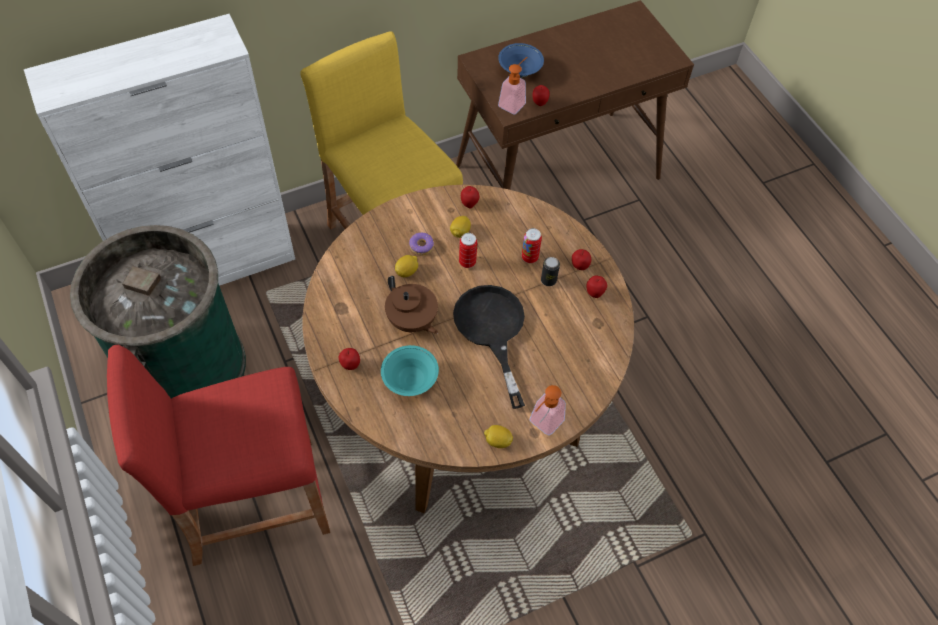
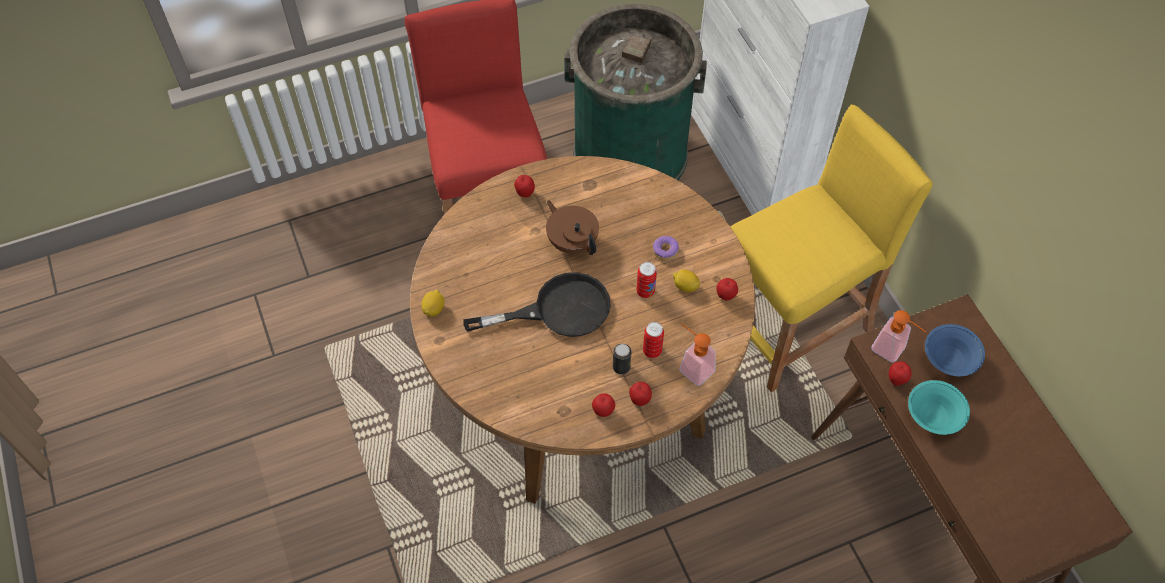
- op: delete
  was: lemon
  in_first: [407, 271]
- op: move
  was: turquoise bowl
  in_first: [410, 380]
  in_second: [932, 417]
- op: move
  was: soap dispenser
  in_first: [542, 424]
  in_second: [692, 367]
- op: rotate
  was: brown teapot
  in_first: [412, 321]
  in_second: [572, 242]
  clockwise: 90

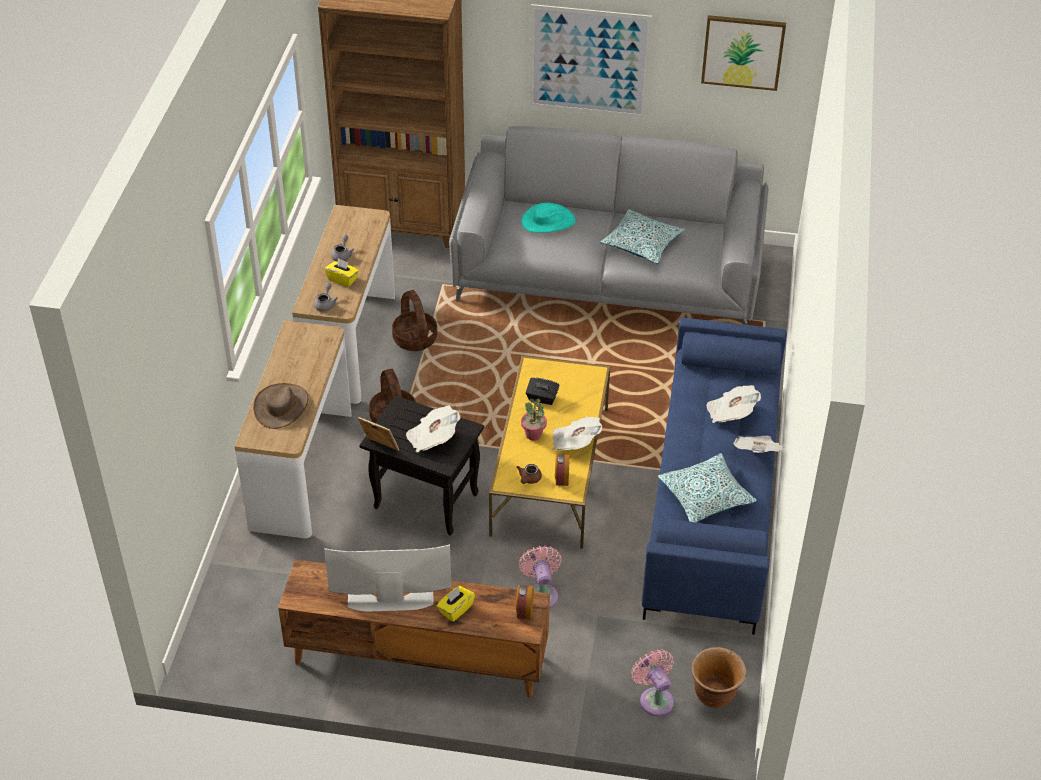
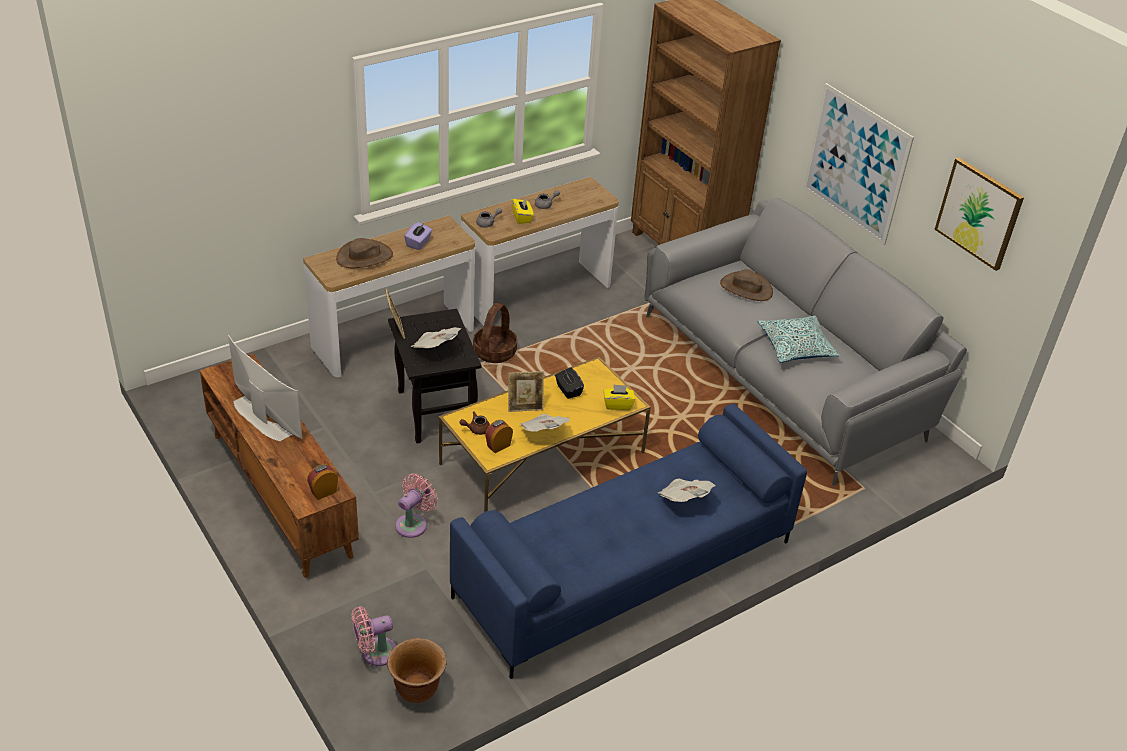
- op: delete
  was: basket
  in_first: [414, 338]
- op: delete
  was: pillow
  in_first: [705, 496]
- op: delete
  was: newspaper
  in_first: [757, 453]
- op: insert
  now: purple tissue box
  in_second: [418, 243]
- op: move
  was: yellow tissue box
  in_first: [455, 609]
  in_second: [618, 404]
- op: replace
  was: potted plant
  now: picture frame
  in_first: [533, 435]
  in_second: [525, 406]
- op: recolor
  was: turquoise hat
  now: brown hat
  in_first: [548, 221]
  in_second: [746, 288]
- op: rotate
  was: pink fan
  in_first: [654, 698]
  in_second: [375, 653]
  clockwise: -135

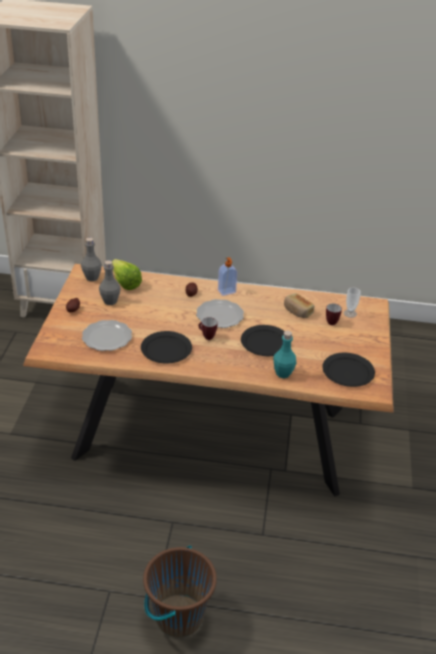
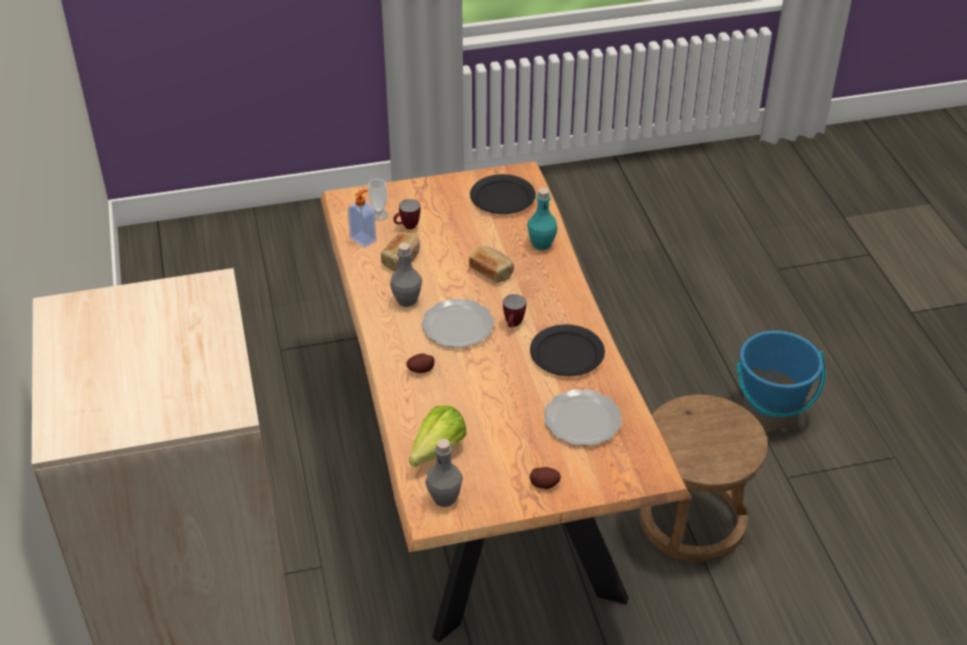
- op: insert
  now: brown stool
  in_second: [693, 520]
- op: move
  was: grey bottle
  in_first: [110, 301]
  in_second: [407, 300]
- op: move
  was: soap dispenser
  in_first: [227, 292]
  in_second: [364, 239]
- op: replace
  was: black plate
  now: bread
  in_first: [265, 343]
  in_second: [491, 271]
- op: recolor
  was: brown bucket
  now: blue bucket
  in_first: [178, 616]
  in_second: [770, 411]

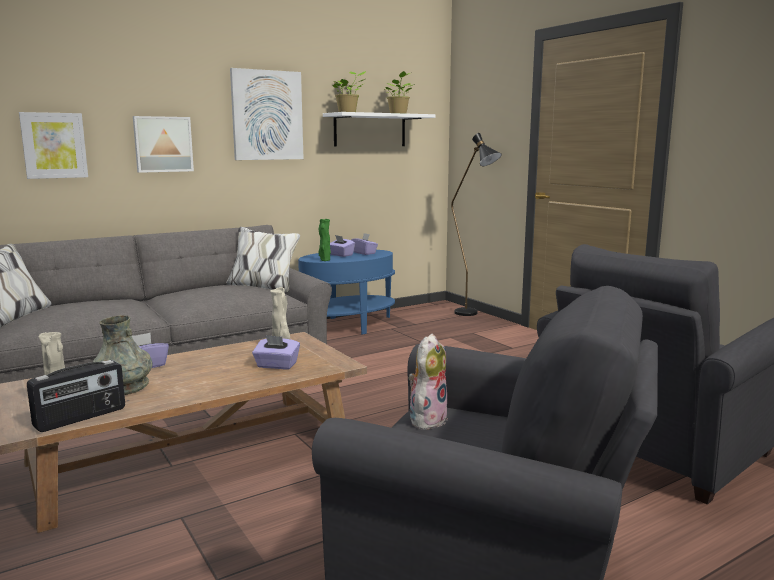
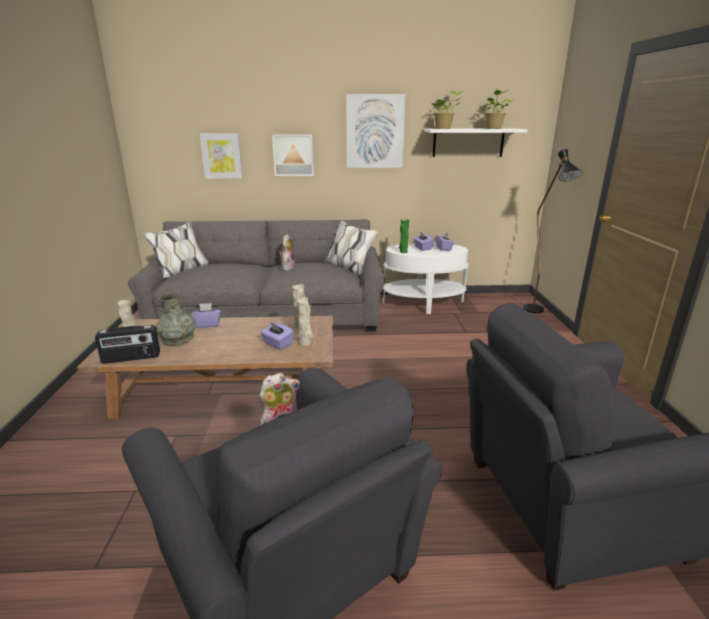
- op: insert
  now: plush toy
  in_second: [287, 268]
- op: insert
  now: beige vase
  in_second: [305, 343]
- op: recolor
  was: blue side table
  now: white side table
  in_first: [347, 326]
  in_second: [423, 303]

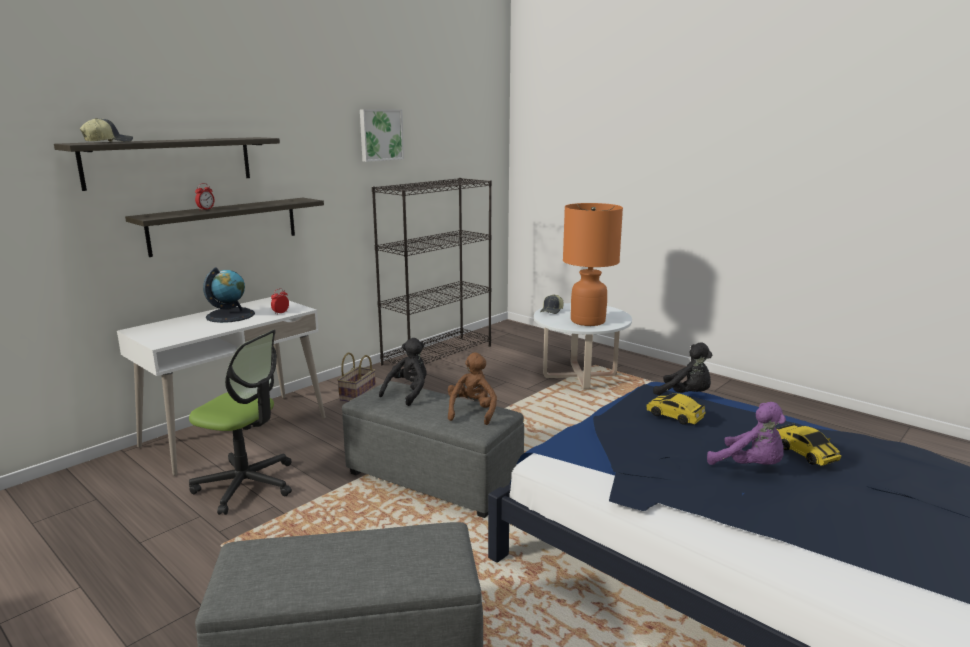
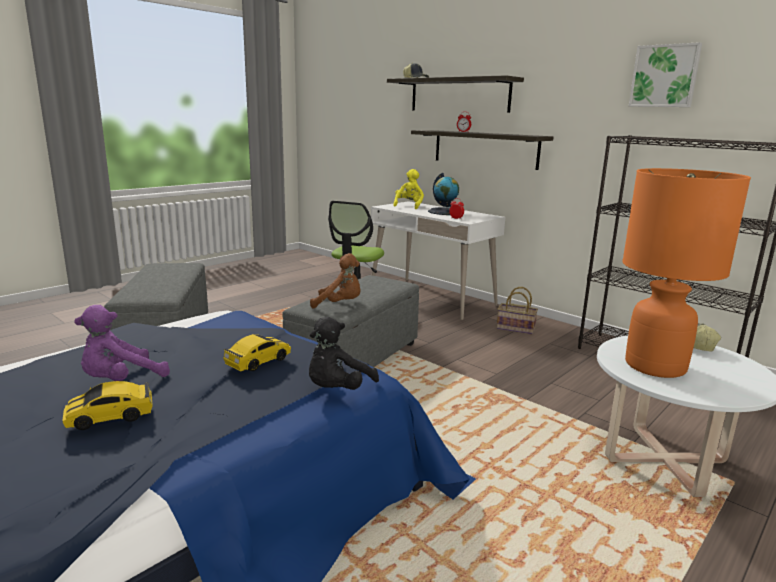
- op: delete
  was: black plush toy
  in_first: [408, 393]
- op: insert
  now: yellow plush toy
  in_second: [409, 206]

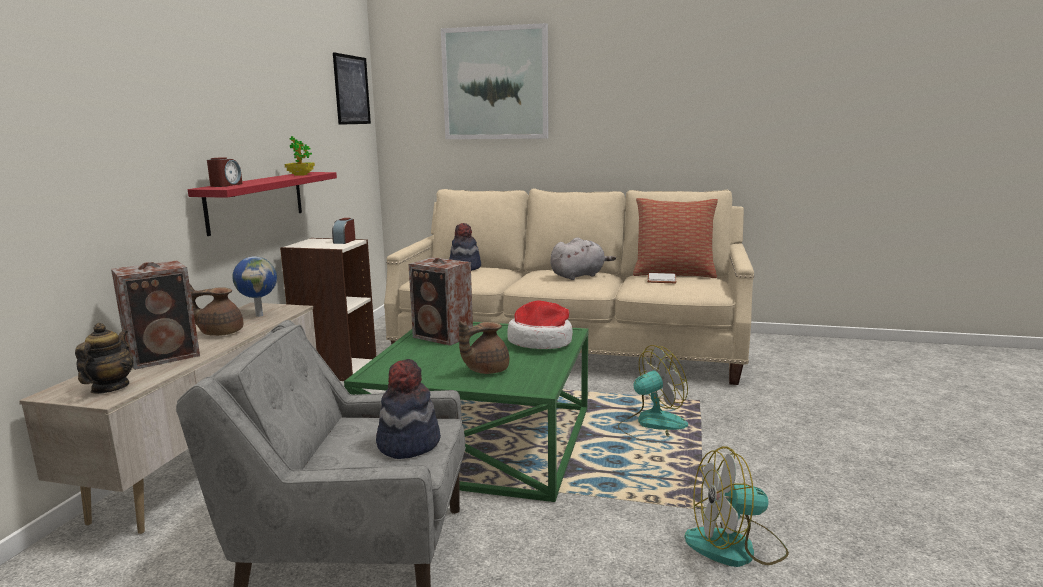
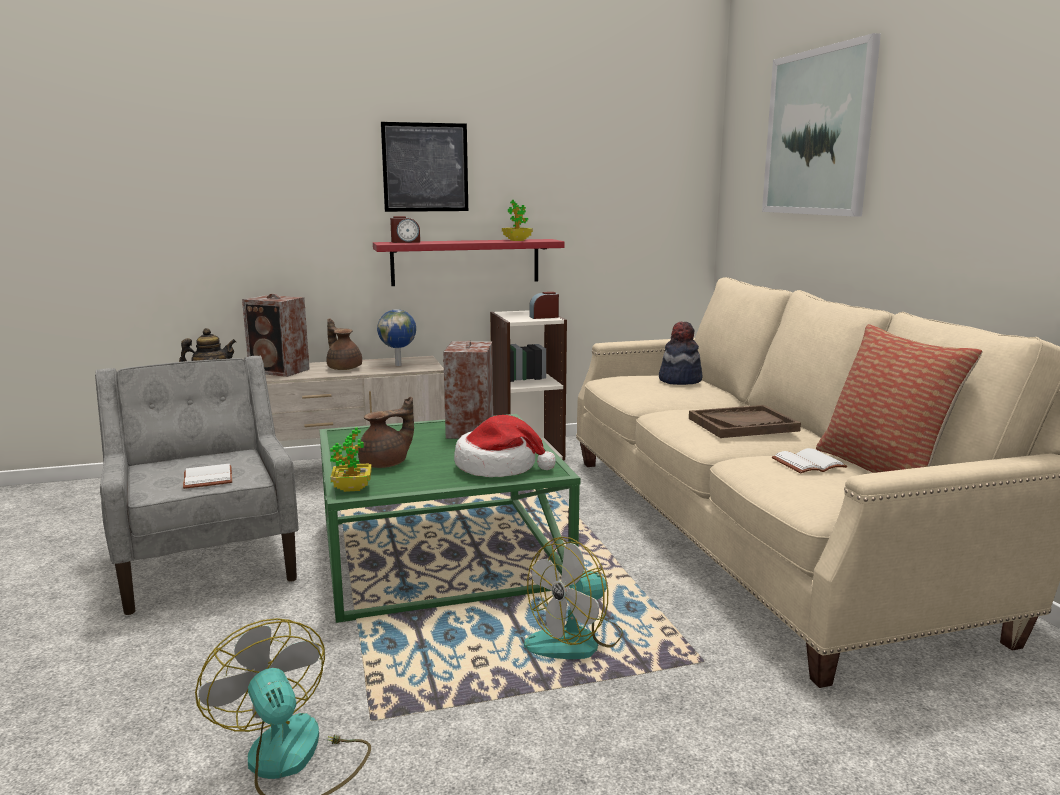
- op: insert
  now: potted plant
  in_second: [352, 488]
- op: move
  was: picture
  in_first: [351, 90]
  in_second: [425, 167]
- op: replace
  was: hat
  now: white book
  in_first: [408, 443]
  in_second: [206, 478]
- op: replace
  was: grey plush toy
  now: brown tray
  in_first: [579, 276]
  in_second: [743, 424]
- op: rotate
  was: brown teapot
  in_first: [485, 370]
  in_second: [386, 464]
  clockwise: 120
- op: rotate
  was: fan
  in_first: [651, 425]
  in_second: [576, 640]
  clockwise: 105

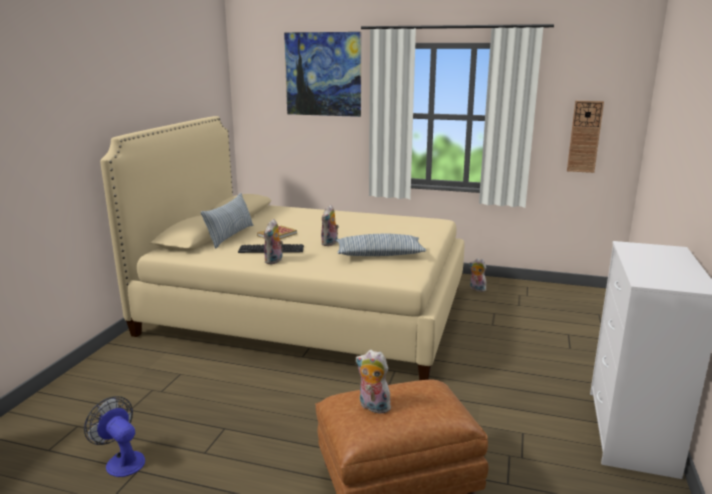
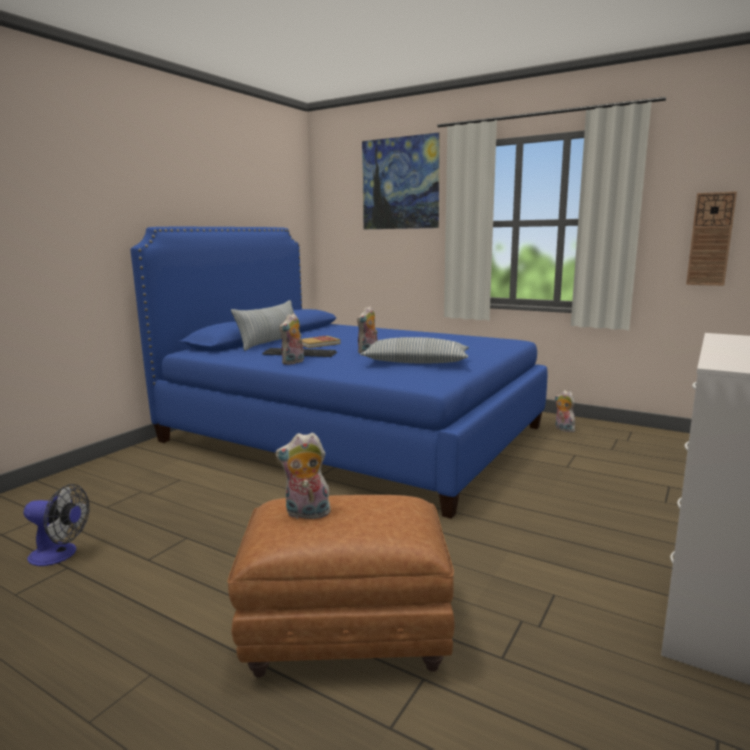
- op: recolor
  was: beige bed
  now: blue bed
  in_first: [307, 310]
  in_second: [351, 434]
- op: rotate
  was: fan
  in_first: [121, 460]
  in_second: [60, 555]
  clockwise: 135
- op: rotate
  was: plush toy
  in_first: [372, 407]
  in_second: [306, 514]
  clockwise: -45

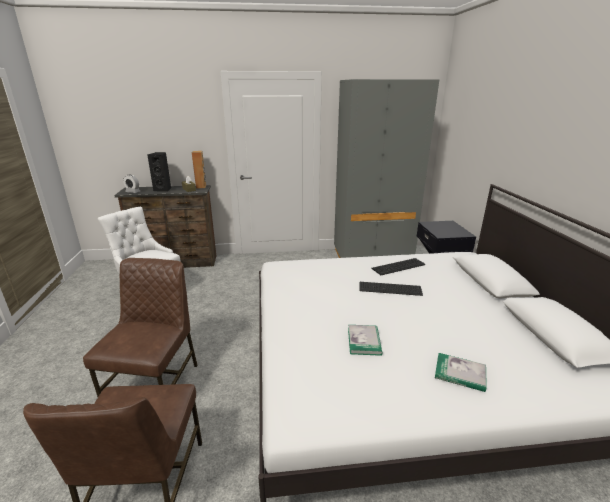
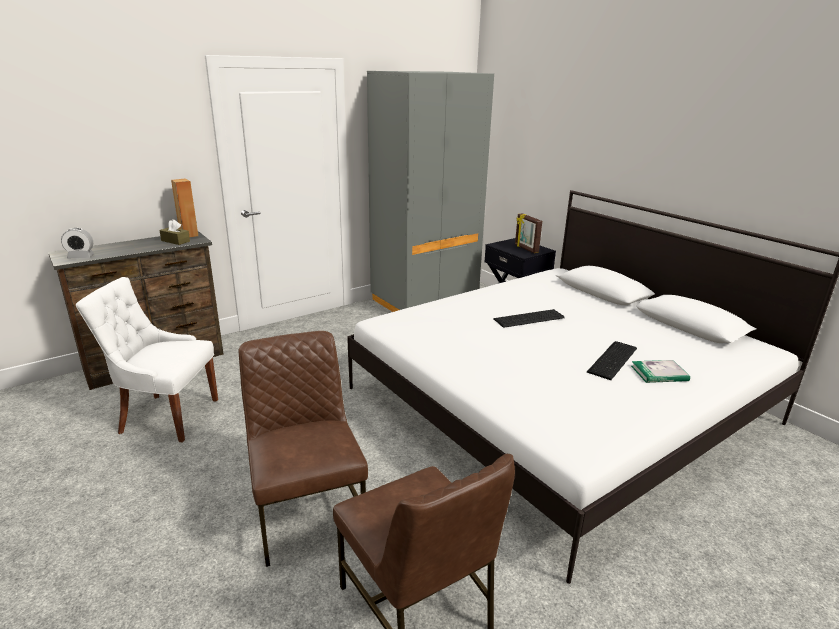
- op: delete
  was: black speaker
  in_first: [163, 189]
- op: delete
  was: book
  in_first: [364, 341]
- op: insert
  now: picture frame
  in_second: [526, 249]
- op: move
  was: keyboard
  in_first: [399, 267]
  in_second: [614, 360]

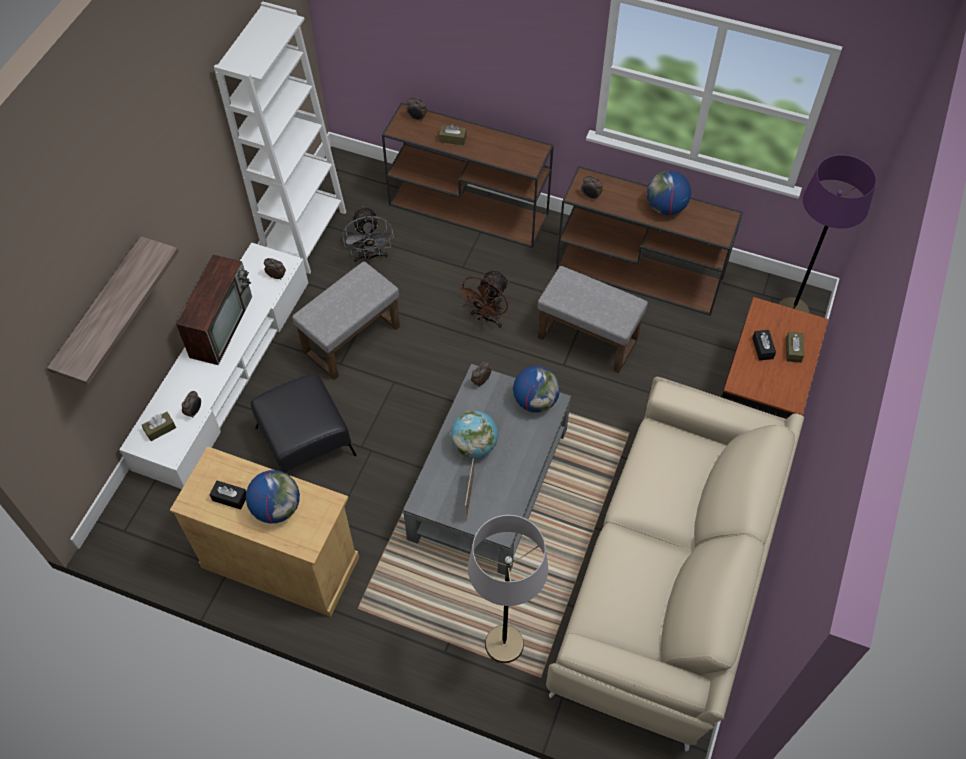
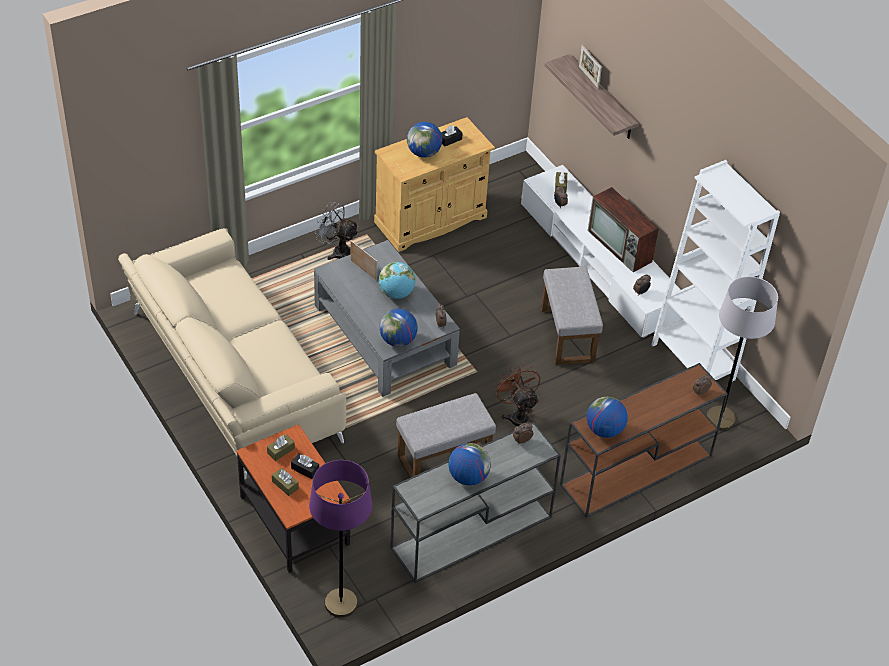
- op: delete
  was: black ottoman
  in_first: [305, 440]
- op: insert
  now: picture frame
  in_second: [588, 77]
- op: insert
  now: globe
  in_second: [604, 430]
- op: move
  was: grey fan
  in_first: [370, 256]
  in_second: [337, 251]
- op: move
  was: brown tissue box
  in_first: [452, 139]
  in_second: [281, 451]
- op: move
  was: grey floor lamp
  in_first: [504, 644]
  in_second: [720, 419]
- op: recolor
  was: brown console table
  now: grey console table
  in_first: [640, 274]
  in_second: [470, 533]

